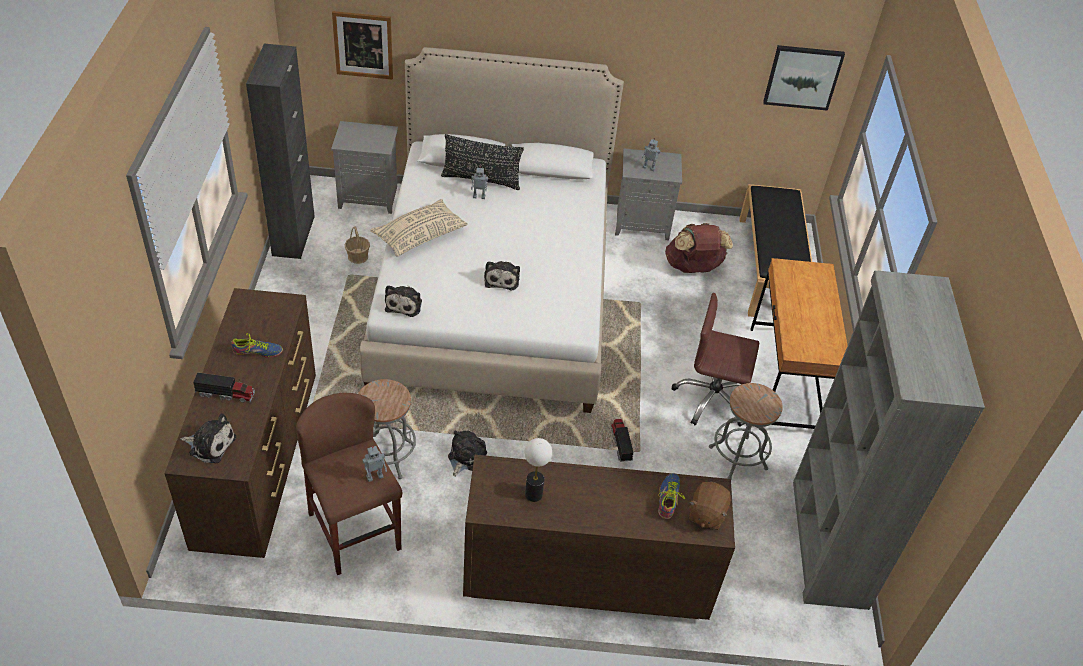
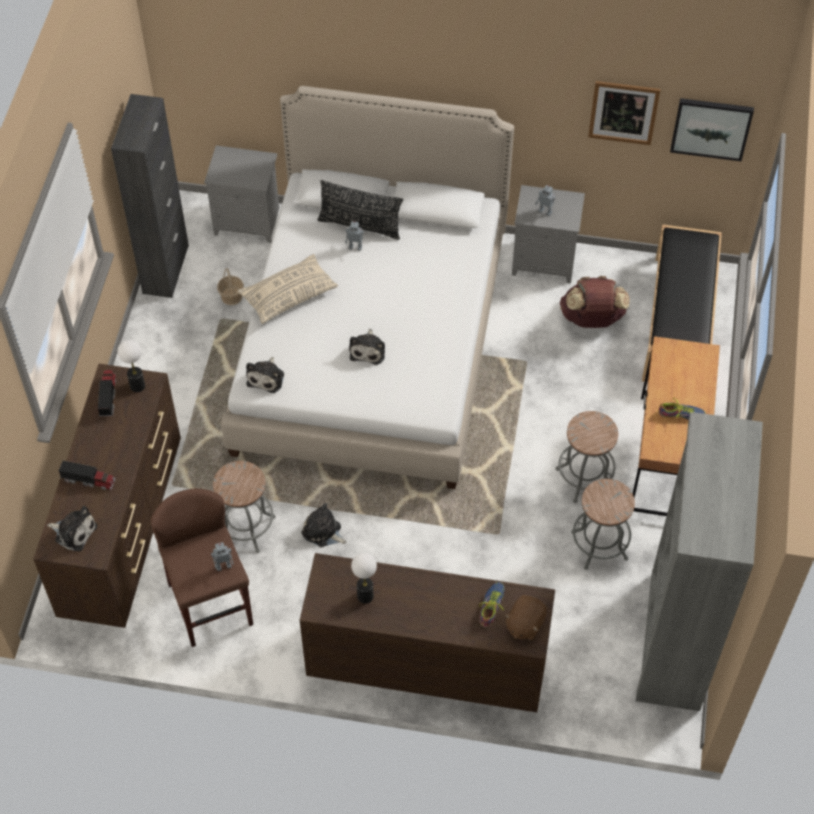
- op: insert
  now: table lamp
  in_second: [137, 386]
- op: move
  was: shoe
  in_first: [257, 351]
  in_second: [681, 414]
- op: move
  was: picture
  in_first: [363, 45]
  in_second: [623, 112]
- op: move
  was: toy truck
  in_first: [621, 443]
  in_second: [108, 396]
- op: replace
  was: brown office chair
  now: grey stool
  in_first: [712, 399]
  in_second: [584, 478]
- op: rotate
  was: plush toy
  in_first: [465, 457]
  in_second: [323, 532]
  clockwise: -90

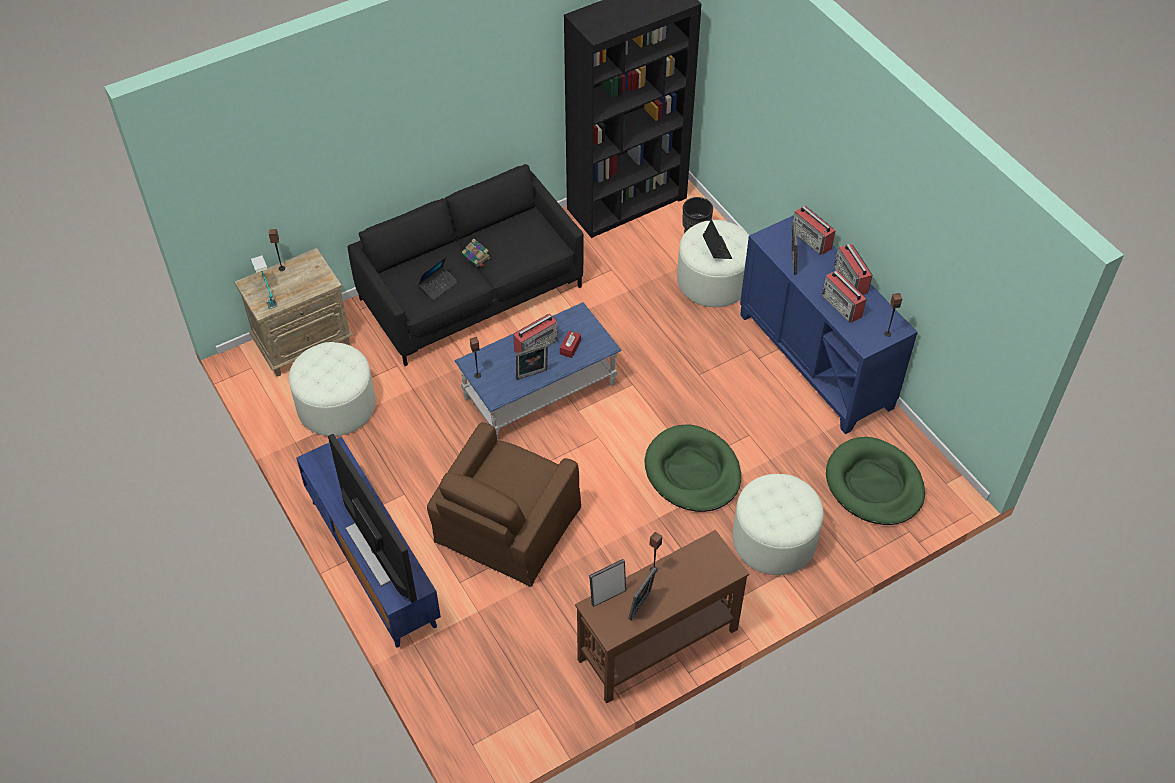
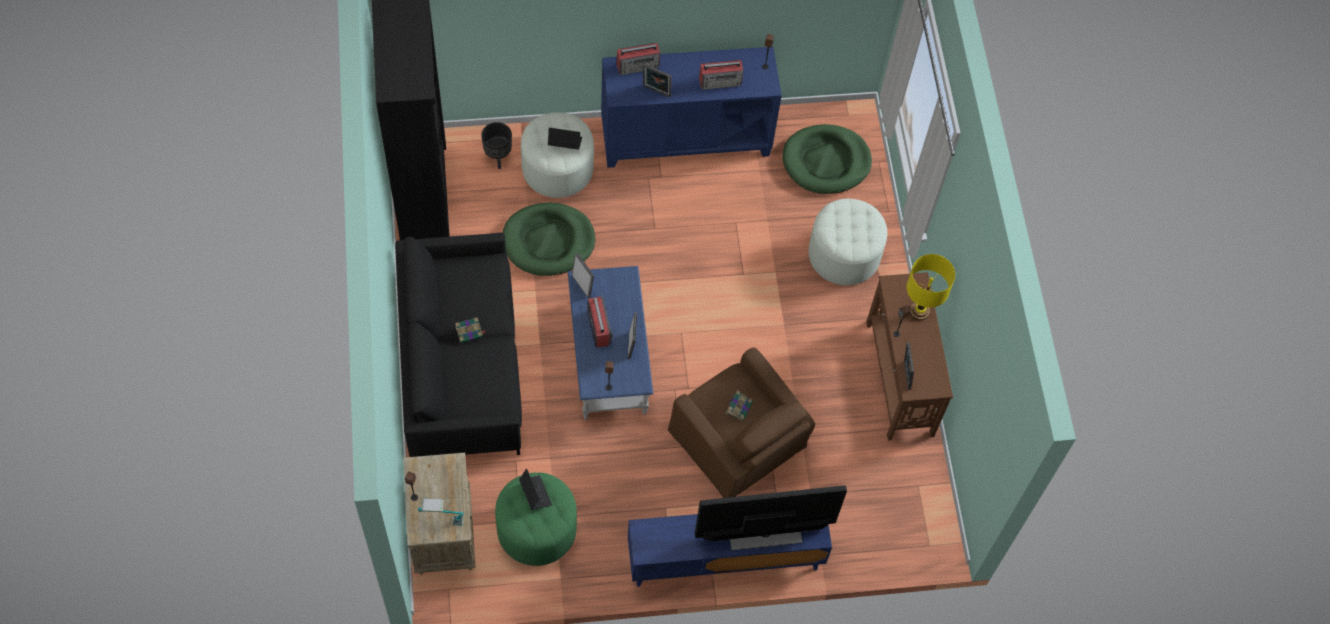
- op: delete
  was: red tissue box
  in_first: [570, 347]
- op: delete
  was: radio
  in_first: [851, 280]
- op: insert
  now: book
  in_second: [739, 407]
- op: insert
  now: yellow table lamp
  in_second: [919, 311]
- op: move
  was: laptop
  in_first: [438, 286]
  in_second: [535, 493]
- op: move
  was: picture frame
  in_first: [641, 606]
  in_second: [582, 285]
- op: move
  was: green dog bed
  in_first: [692, 472]
  in_second: [548, 241]
- op: recolor
  was: white ottoman
  now: green ottoman
  in_first: [336, 406]
  in_second: [536, 529]

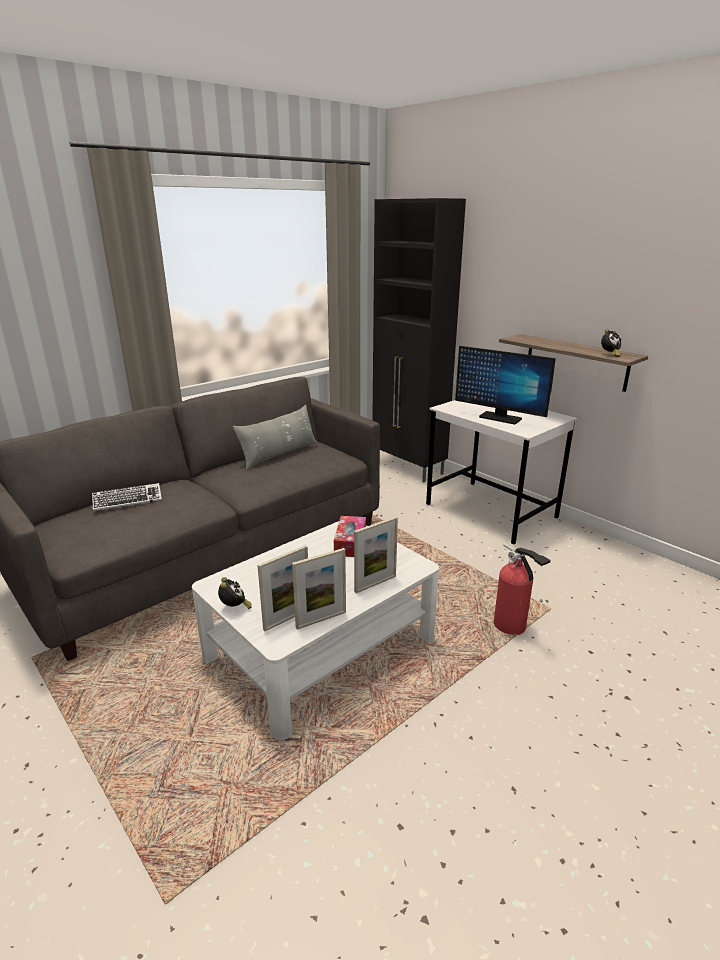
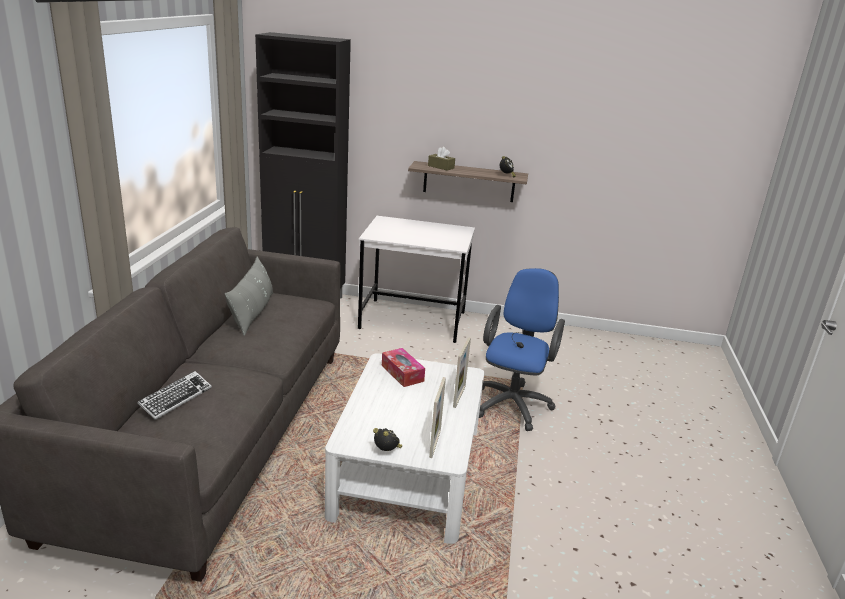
- op: delete
  was: picture frame
  in_first: [321, 620]
- op: delete
  was: monitor
  in_first: [500, 418]
- op: insert
  now: brown tissue box
  in_second: [441, 167]
- op: replace
  was: fire extinguisher
  now: blue office chair
  in_first: [512, 627]
  in_second: [513, 403]

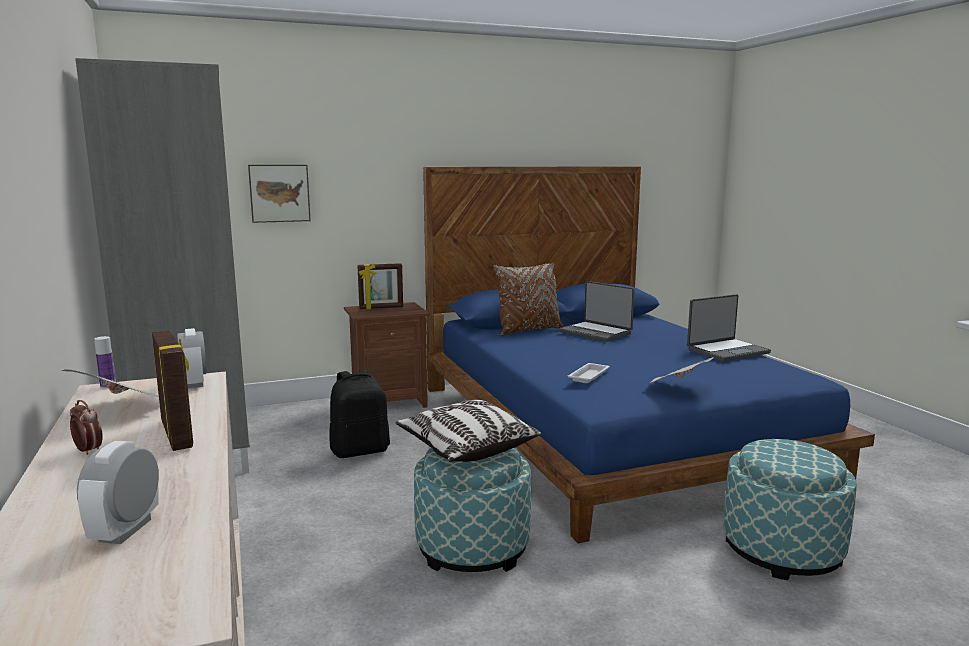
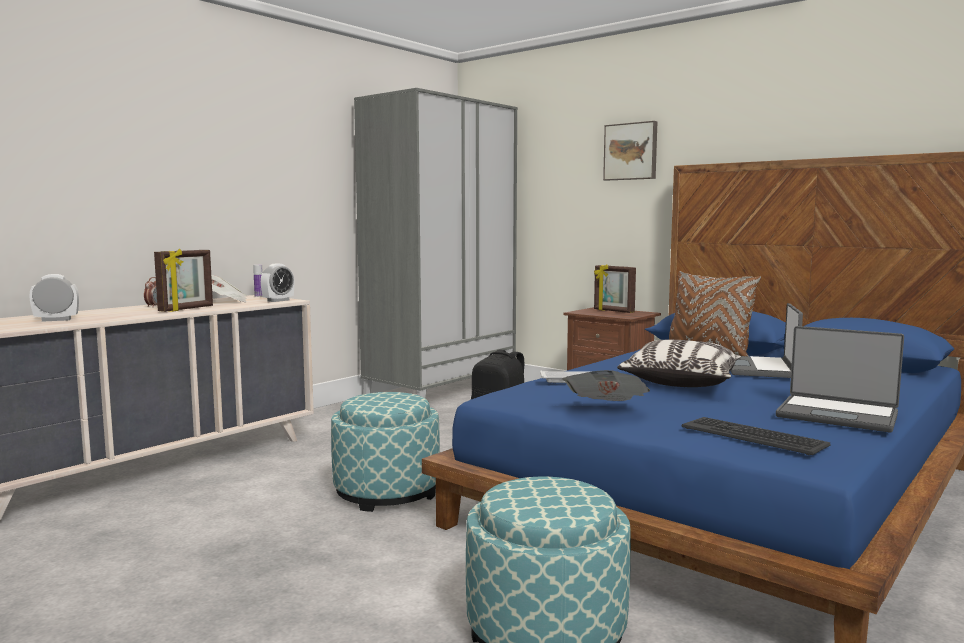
- op: insert
  now: keyboard
  in_second: [753, 436]
- op: move
  was: picture
  in_first: [279, 193]
  in_second: [631, 151]
- op: move
  was: pillow
  in_first: [466, 448]
  in_second: [680, 381]

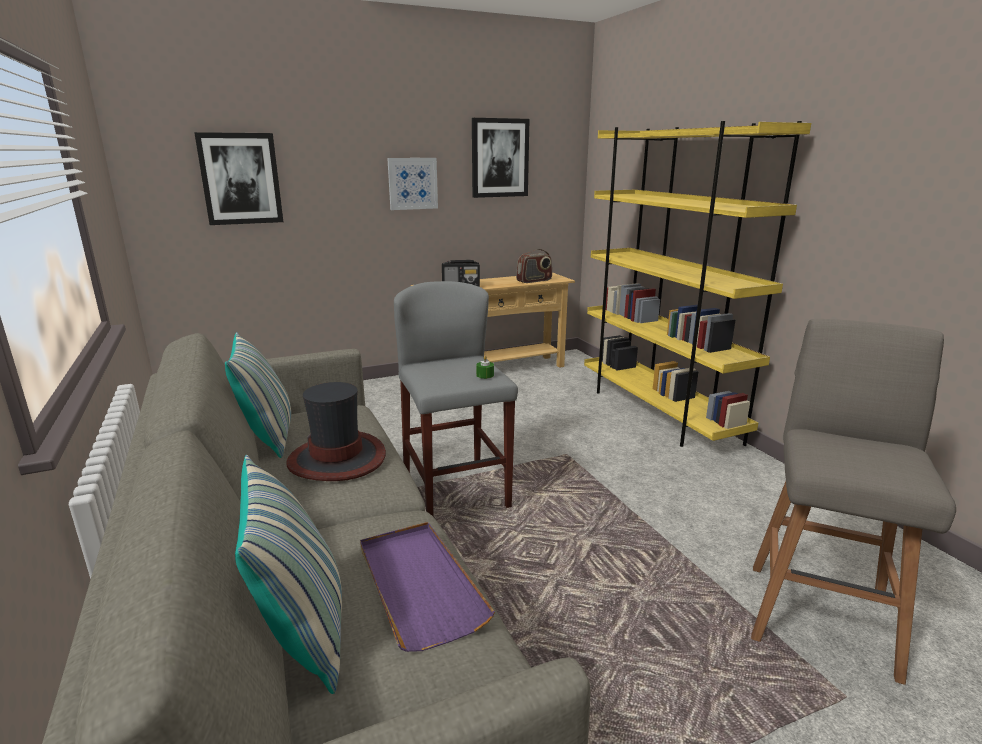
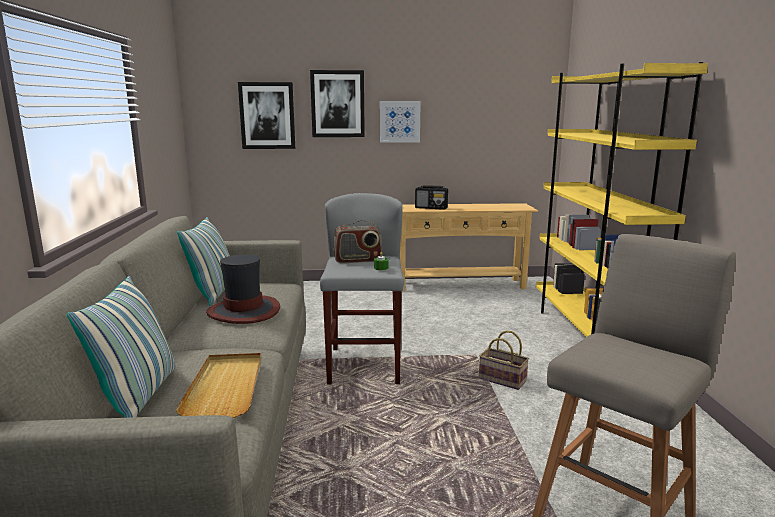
- op: insert
  now: basket
  in_second: [501, 380]
- op: move
  was: picture
  in_first: [499, 158]
  in_second: [337, 104]
- op: move
  was: radio
  in_first: [534, 280]
  in_second: [357, 260]
- op: recolor
  was: purple tray
  now: beige tray
  in_first: [418, 585]
  in_second: [226, 387]

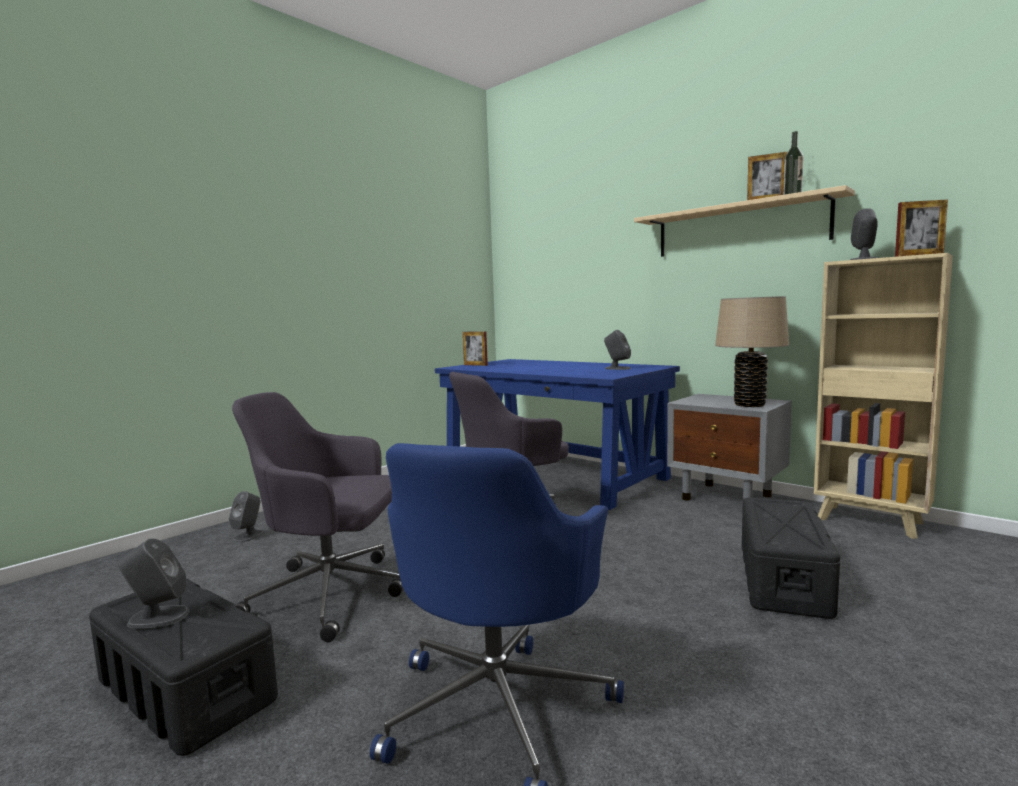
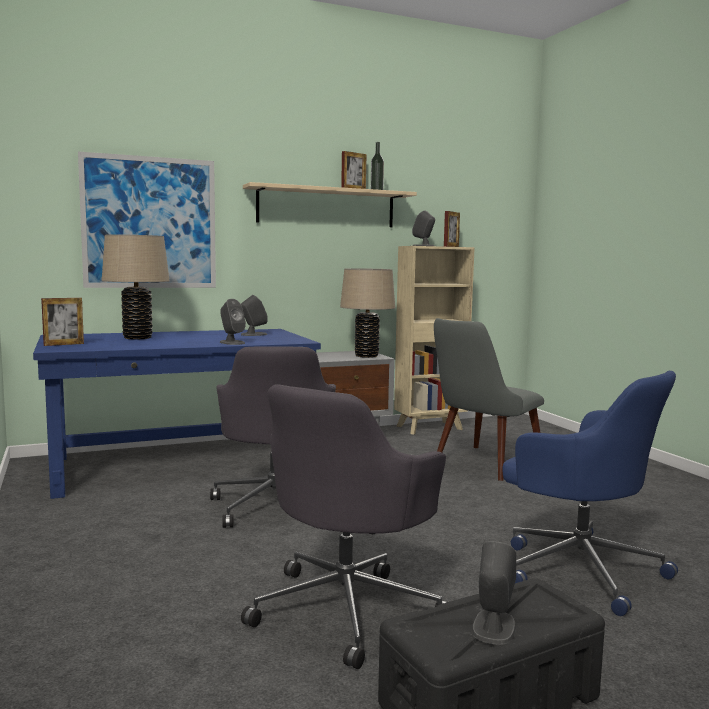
- op: insert
  now: picture
  in_second: [150, 223]
- op: insert
  now: beige table lamp
  in_second: [137, 338]
- op: move
  was: grey speaker
  in_first: [248, 536]
  in_second: [232, 342]
- op: replace
  was: black storage box
  now: grey chair
  in_first: [783, 578]
  in_second: [480, 465]

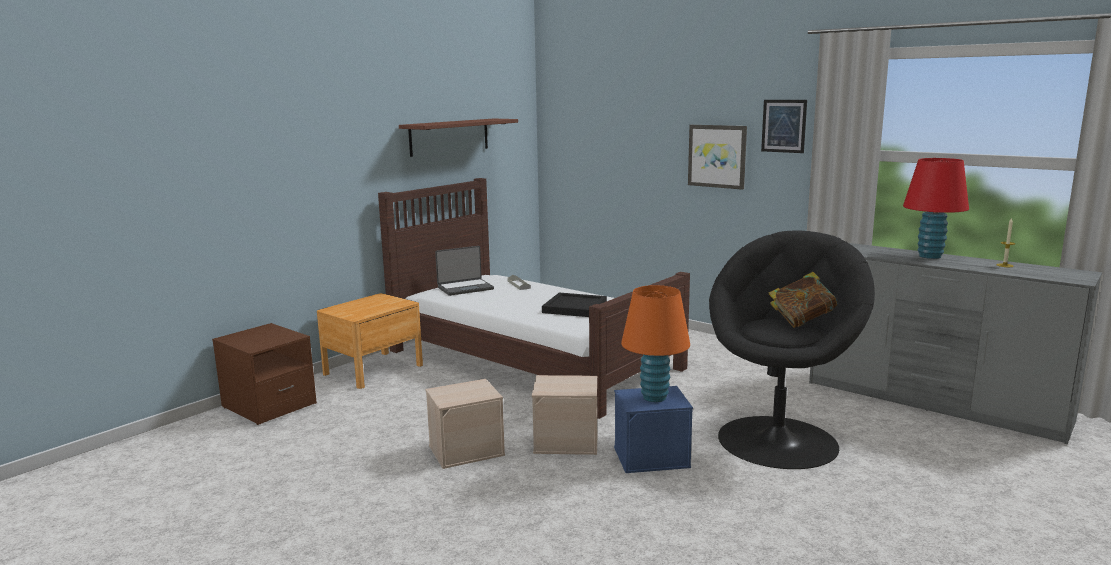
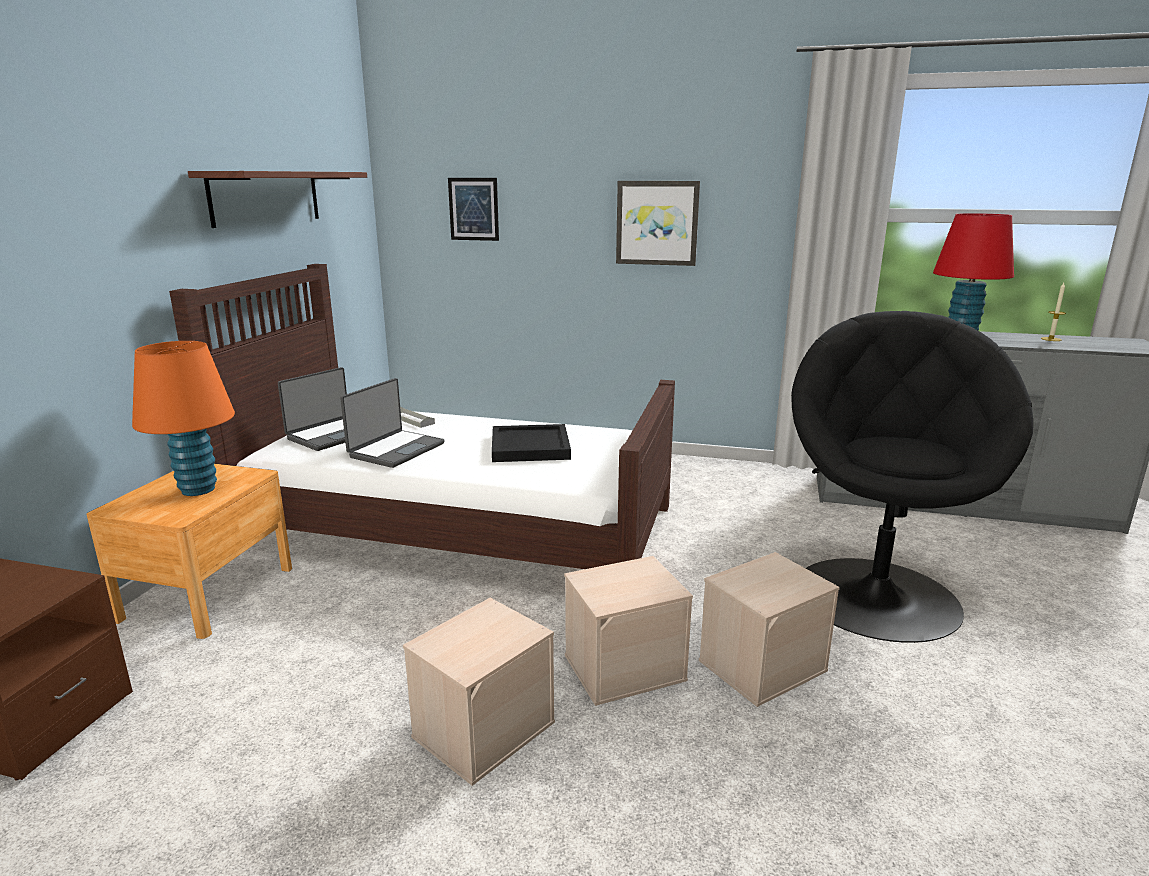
- op: delete
  was: book
  in_first: [802, 321]
- op: insert
  now: laptop
  in_second: [395, 450]
- op: move
  was: orange table lamp
  in_first: [654, 397]
  in_second: [198, 490]
- op: move
  was: picture
  in_first: [783, 126]
  in_second: [473, 209]
- op: recolor
  was: blue storage box
  now: beige storage box
  in_first: [652, 457]
  in_second: [762, 664]

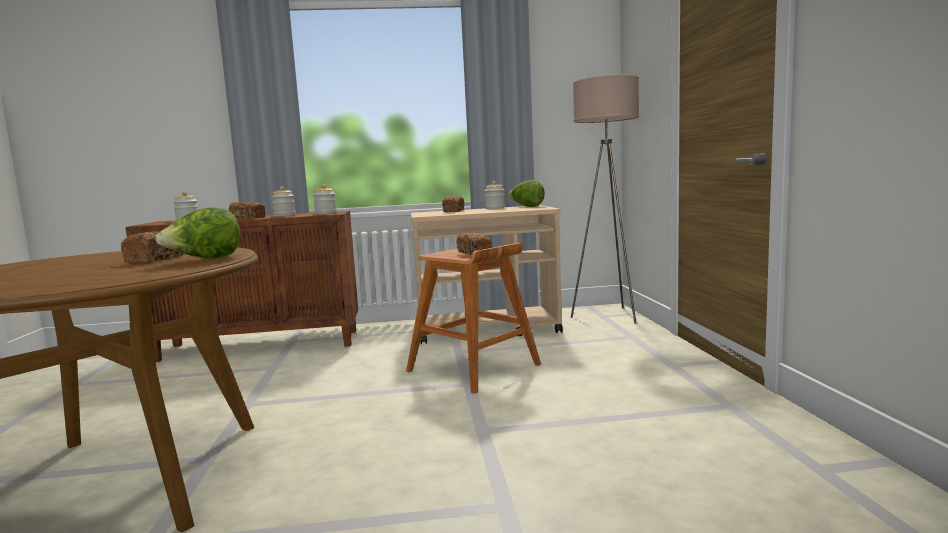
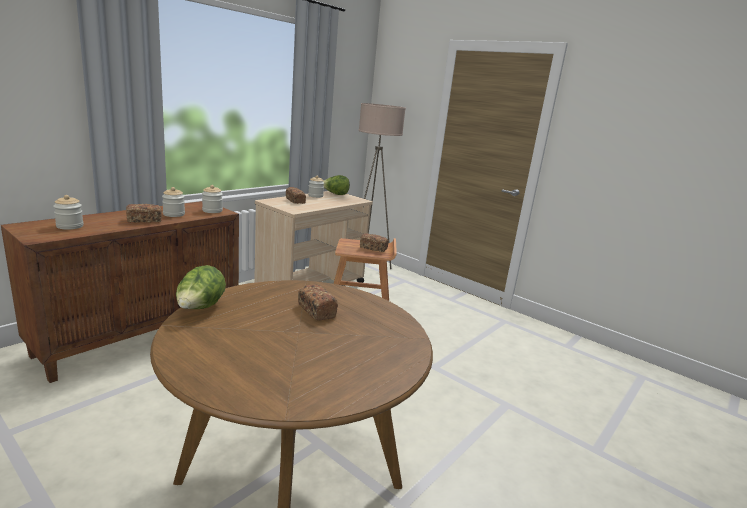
- op: move
  was: lettuce
  in_first: [205, 259]
  in_second: [200, 309]

